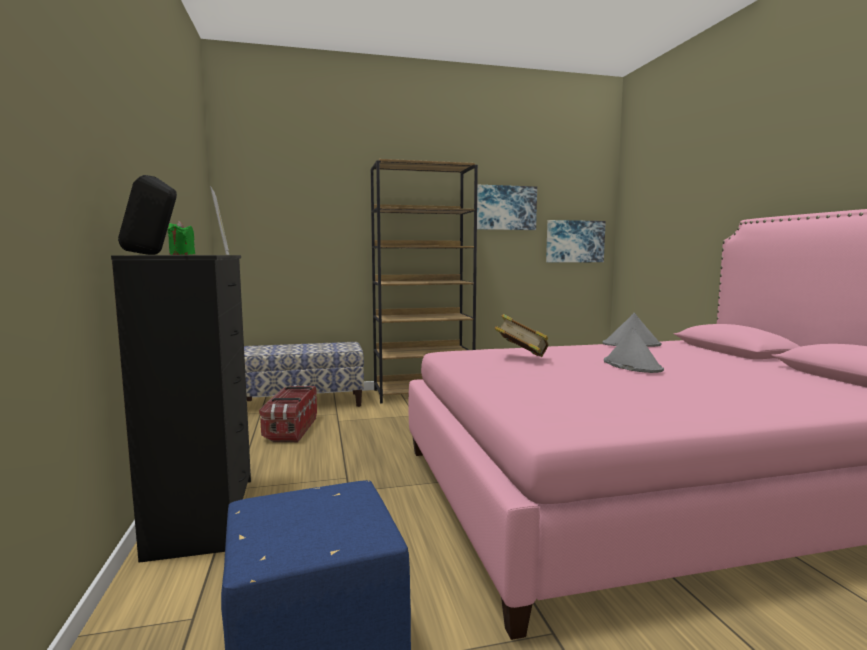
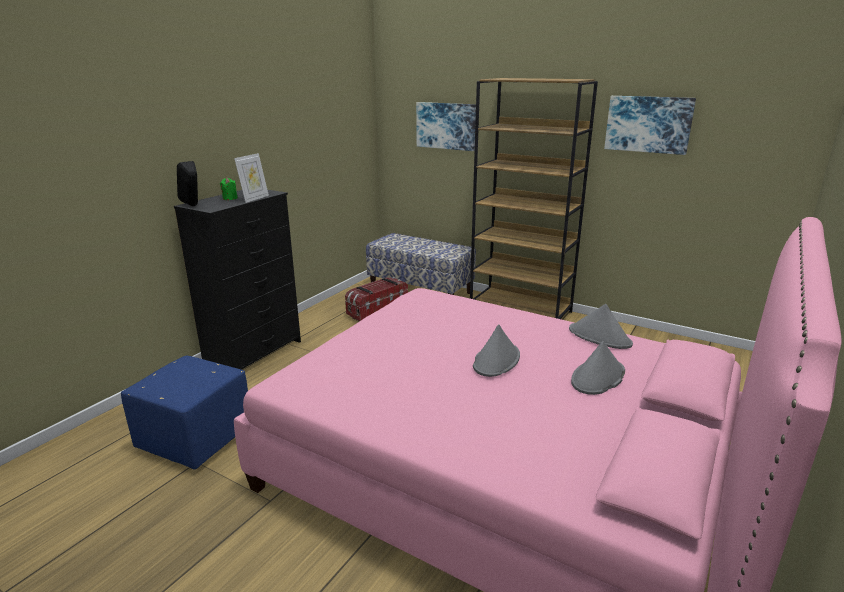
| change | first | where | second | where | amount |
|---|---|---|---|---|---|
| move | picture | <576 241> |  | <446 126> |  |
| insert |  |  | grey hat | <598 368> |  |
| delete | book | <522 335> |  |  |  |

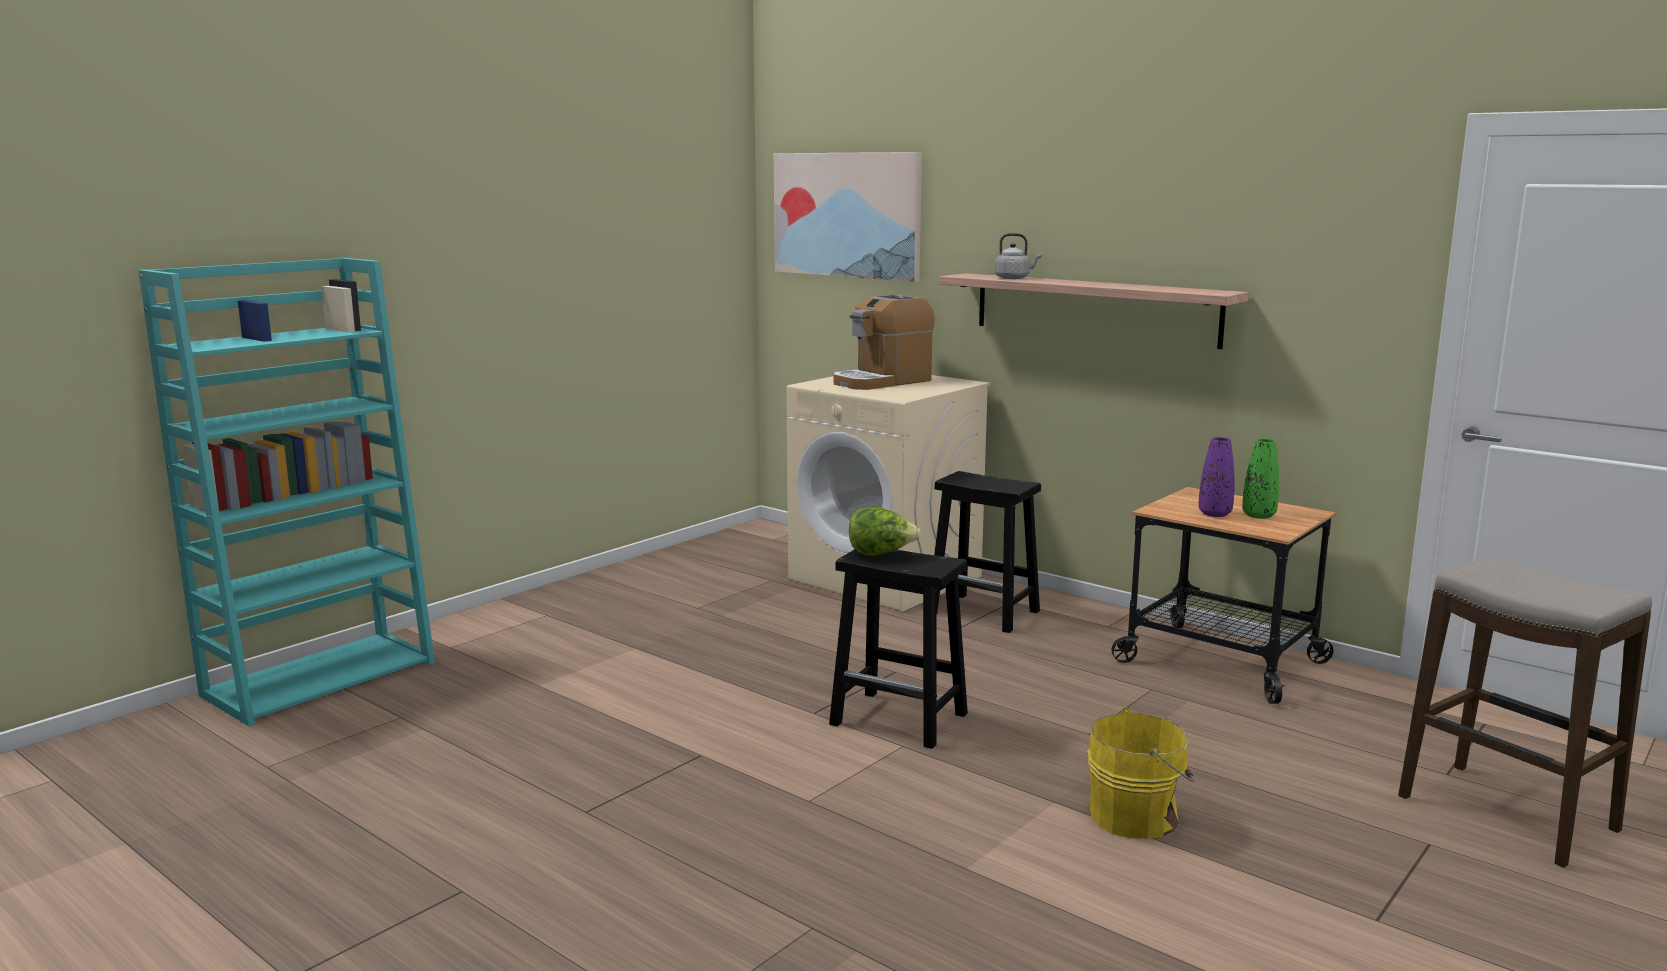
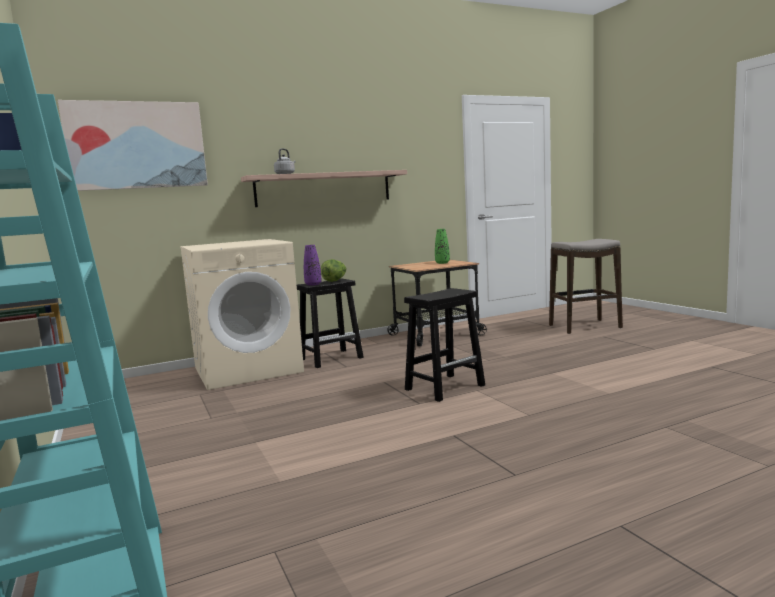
| change | first | where | second | where | amount |
|---|---|---|---|---|---|
| move | purple vase | <1216 477> |  | <313 265> |  |
| move | lettuce | <885 531> |  | <334 270> |  |
| delete | coffee machine | <884 342> |  |  |  |
| delete | yellow bucket | <1141 773> |  |  |  |

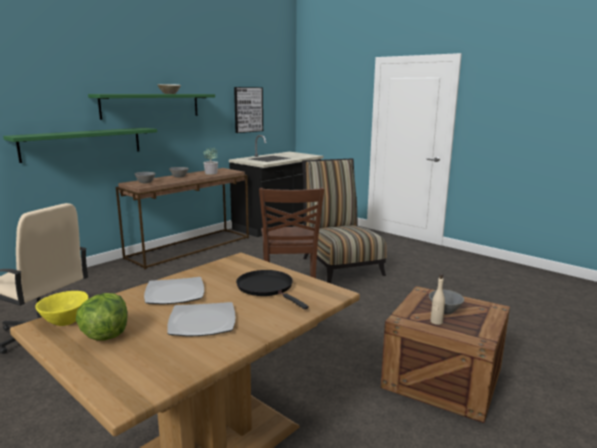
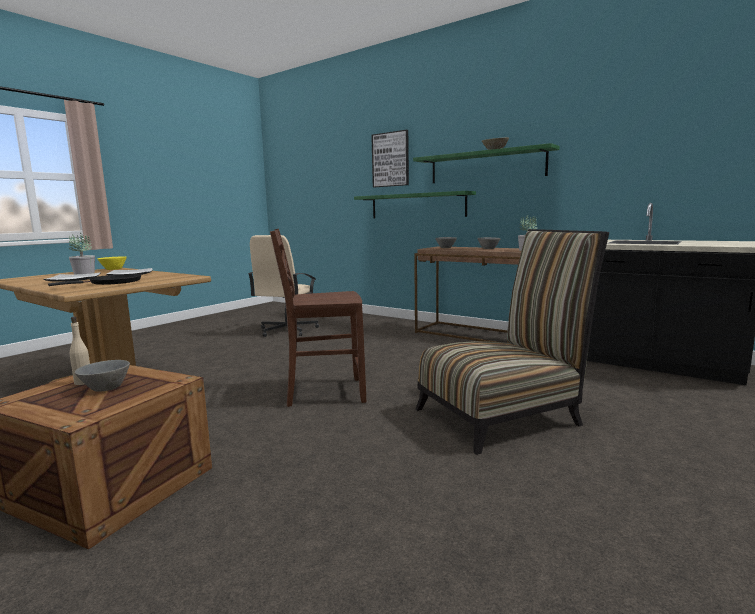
| change | first | where | second | where | amount |
|---|---|---|---|---|---|
| replace | lettuce | <101 317> | potted plant | <82 253> |  |
| move | picture | <248 110> |  | <390 158> |  |

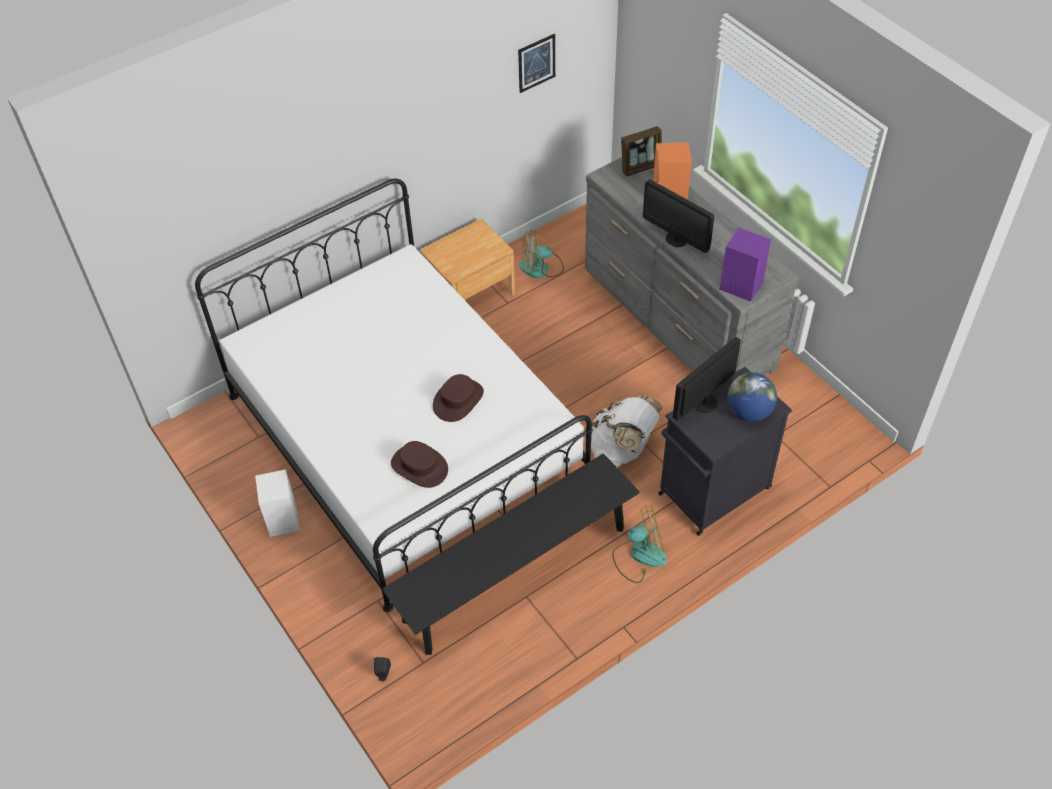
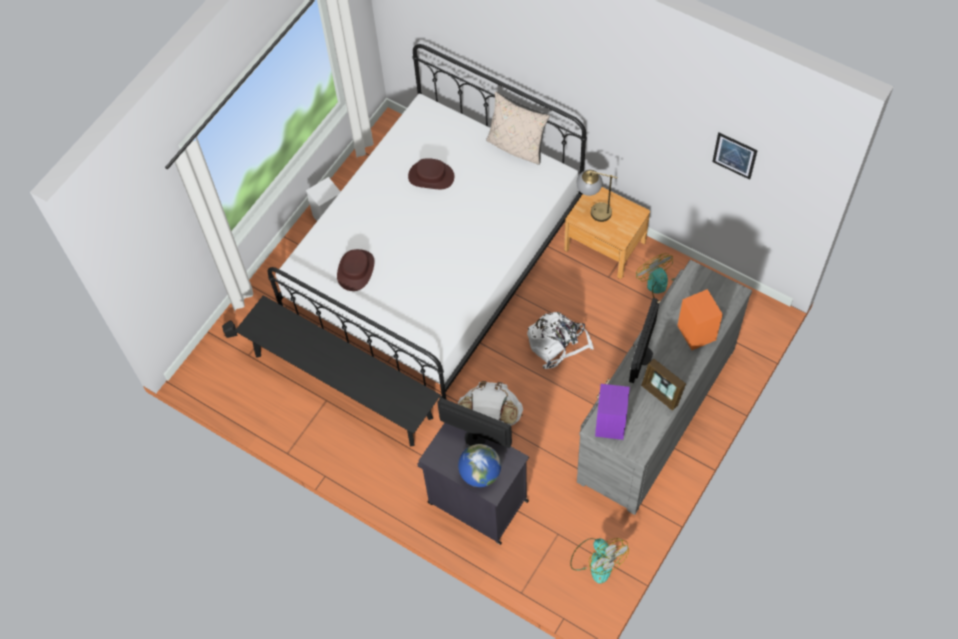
| change | first | where | second | where | amount |
|---|---|---|---|---|---|
| move | brown hat | <458 398> |  | <431 173> |  |
| insert |  |  | beige pillow | <518 128> |  |
| insert |  |  | white backpack | <560 340> |  |
| move | fan | <639 543> |  | <599 561> |  |
| insert |  |  | table lamp | <597 196> |  |
| move | picture frame | <641 151> |  | <663 384> |  |

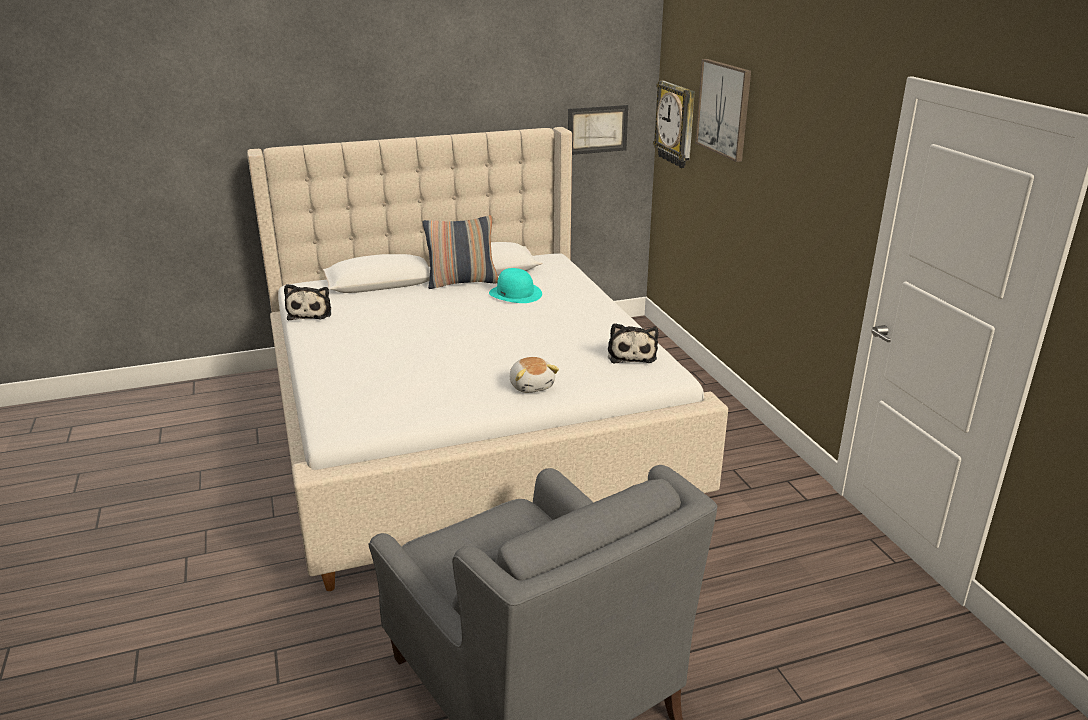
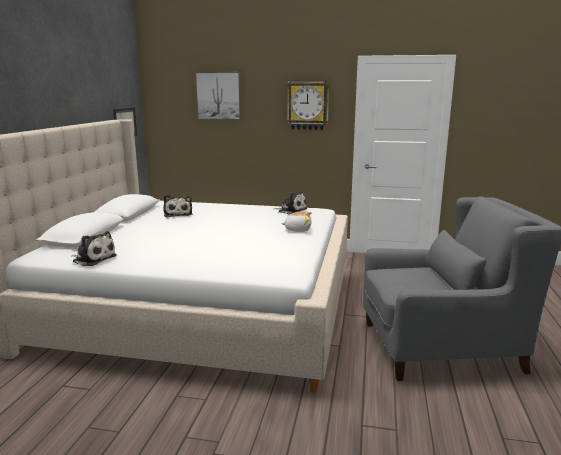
| change | first | where | second | where | amount |
|---|---|---|---|---|---|
| replace | turquoise hat | <515 285> | plush toy | <177 206> |  |
| move | wall clock | <674 124> |  | <308 106> |  |
| delete | pillow | <460 252> |  |  |  |

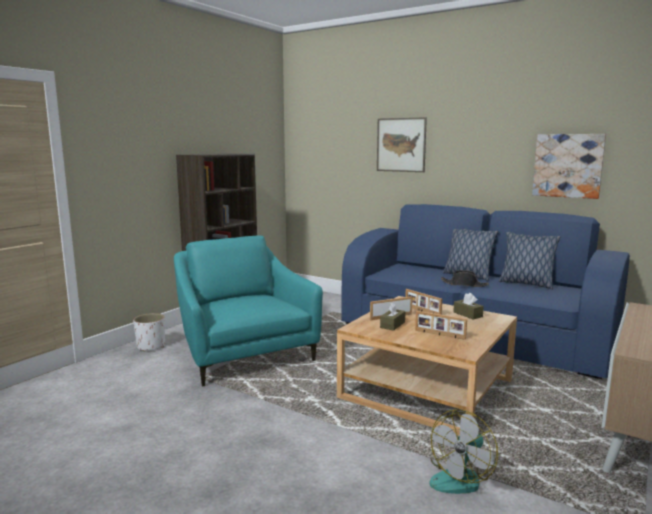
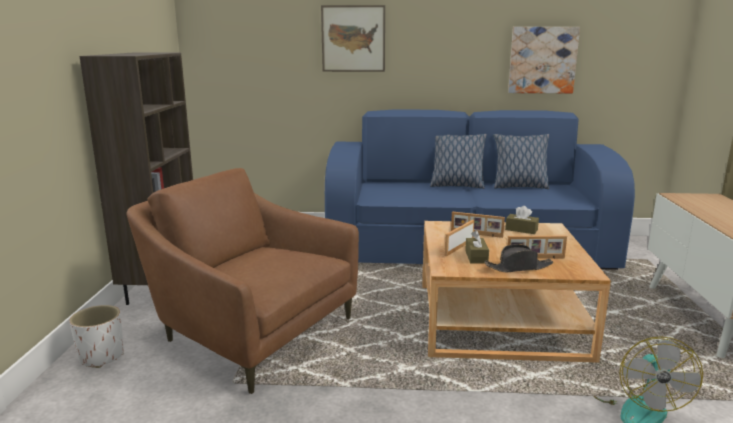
| change | first | where | second | where | amount |
|---|---|---|---|---|---|
| recolor | turquoise armchair | <248 311> | brown armchair | <243 281> |  |
| move | black hat | <465 278> |  | <519 258> |  |

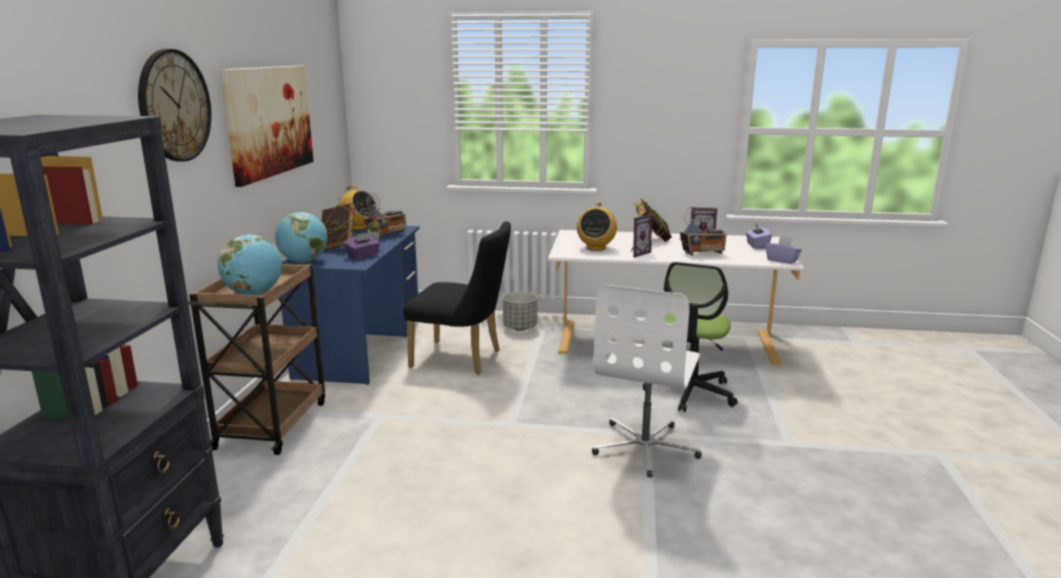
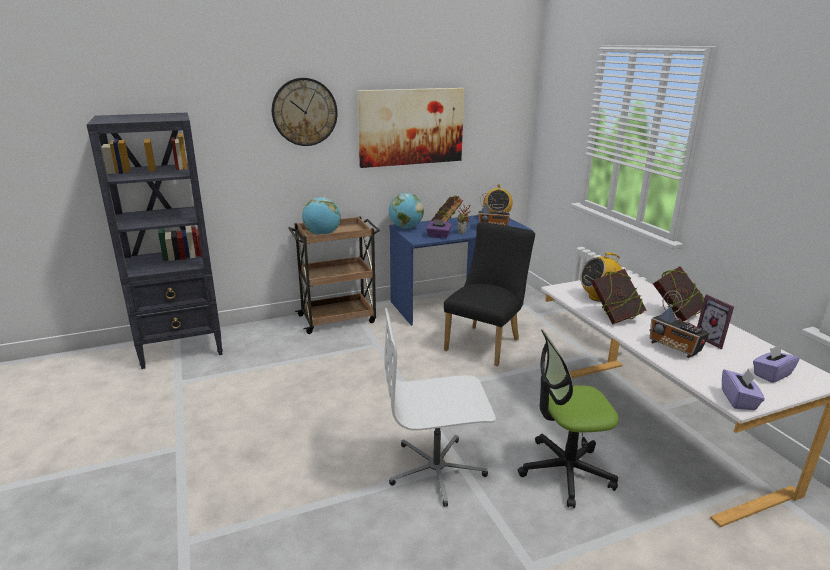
| change | first | where | second | where | amount |
|---|---|---|---|---|---|
| rotate | black chair | <457 298> |  | <489 294> | 135 degrees counterclockwise |
| replace | picture frame | <641 235> | book | <619 297> |  |
| delete | grey planter | <520 311> |  |  |  |

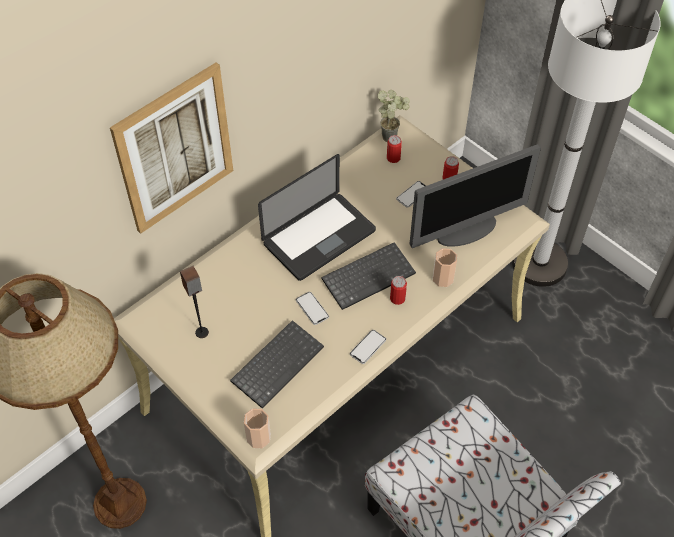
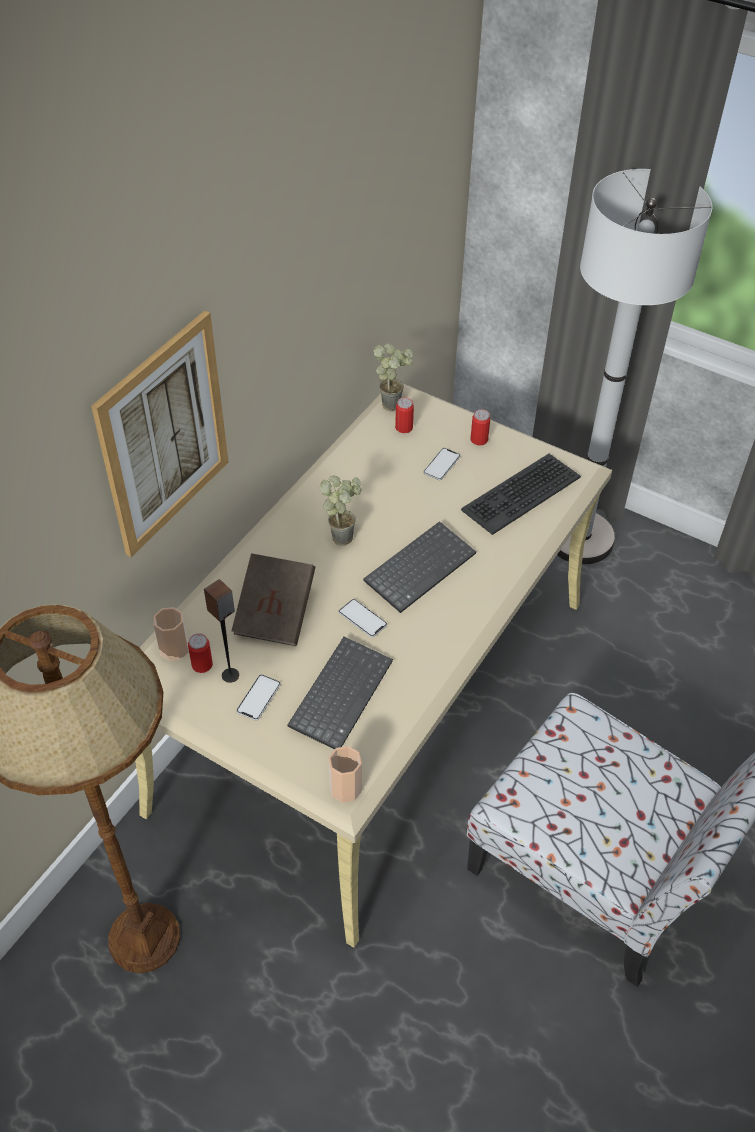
| change | first | where | second | where | amount |
|---|---|---|---|---|---|
| move | cup | <445 267> |  | <171 634> |  |
| move | can | <398 290> |  | <200 653> |  |
| insert |  |  | brown book | <273 599> |  |
| move | phone | <368 347> |  | <258 697> |  |
| replace | laptop | <317 217> | potted plant | <340 510> |  |
| replace | monitor | <475 196> | keyboard | <521 494> |  |

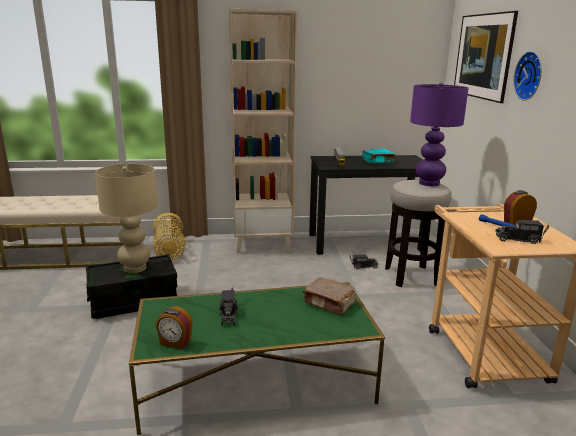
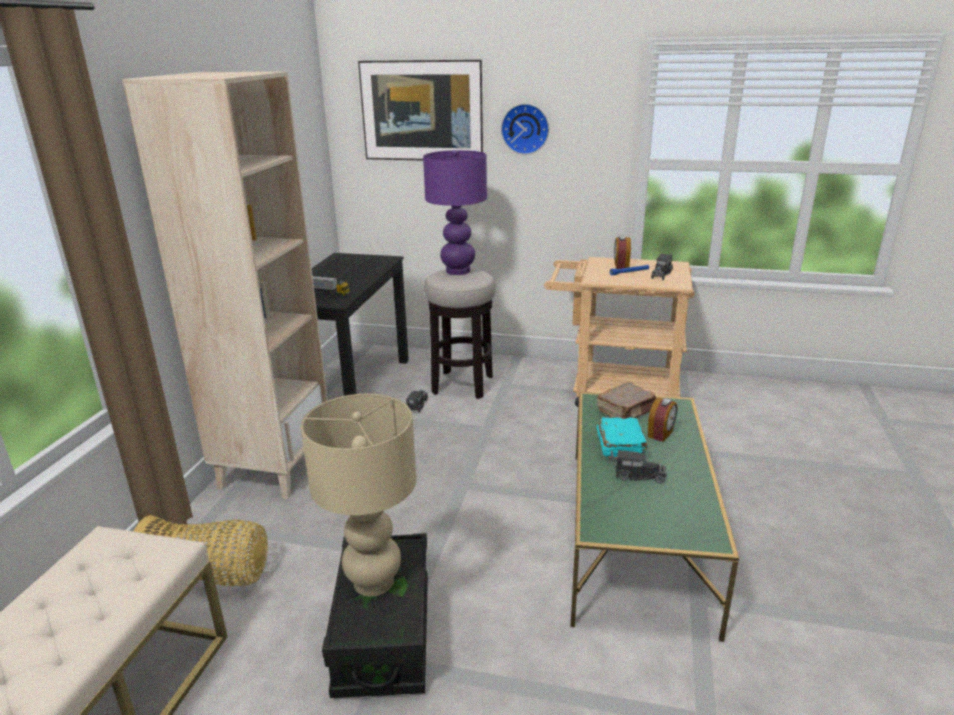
| change | first | where | second | where | amount |
|---|---|---|---|---|---|
| move | turquoise book | <378 156> |  | <622 438> |  |
| move | alarm clock | <174 328> |  | <662 419> |  |

